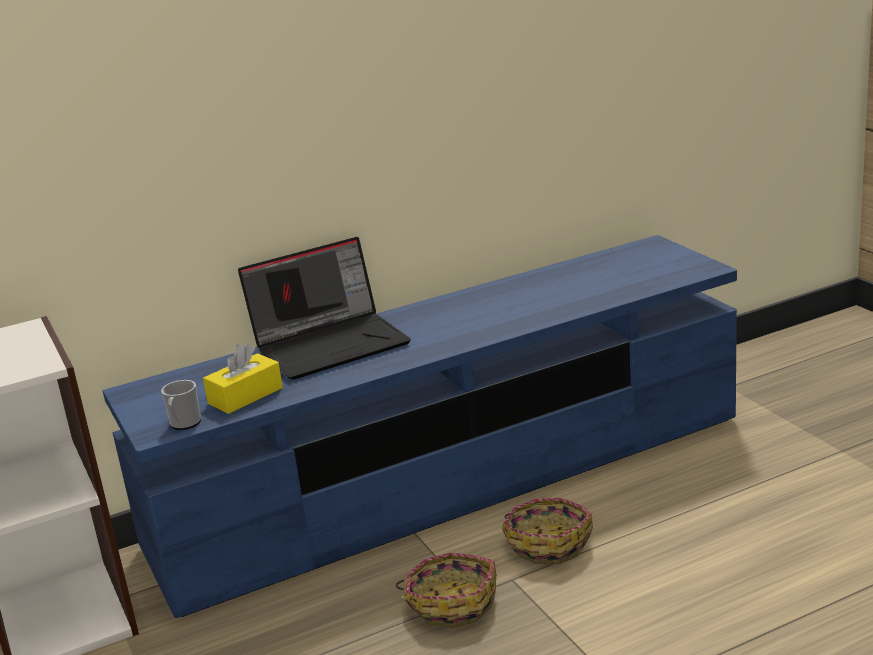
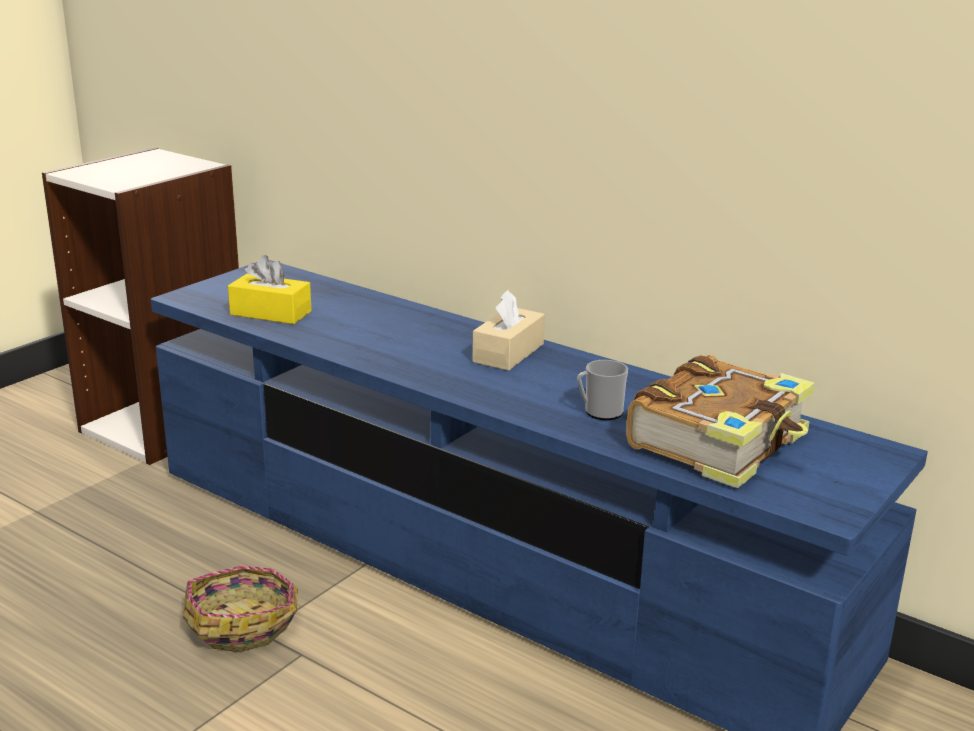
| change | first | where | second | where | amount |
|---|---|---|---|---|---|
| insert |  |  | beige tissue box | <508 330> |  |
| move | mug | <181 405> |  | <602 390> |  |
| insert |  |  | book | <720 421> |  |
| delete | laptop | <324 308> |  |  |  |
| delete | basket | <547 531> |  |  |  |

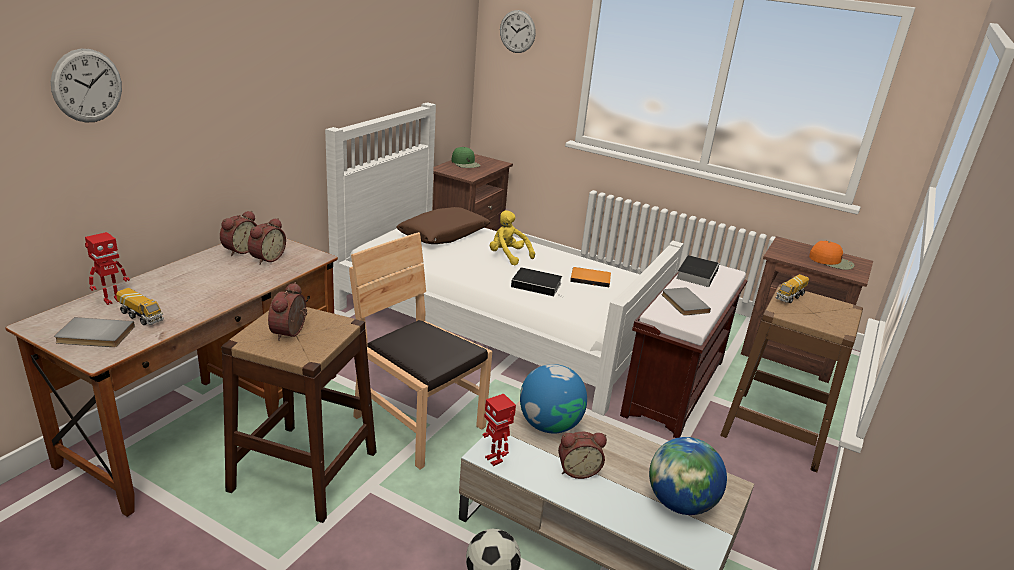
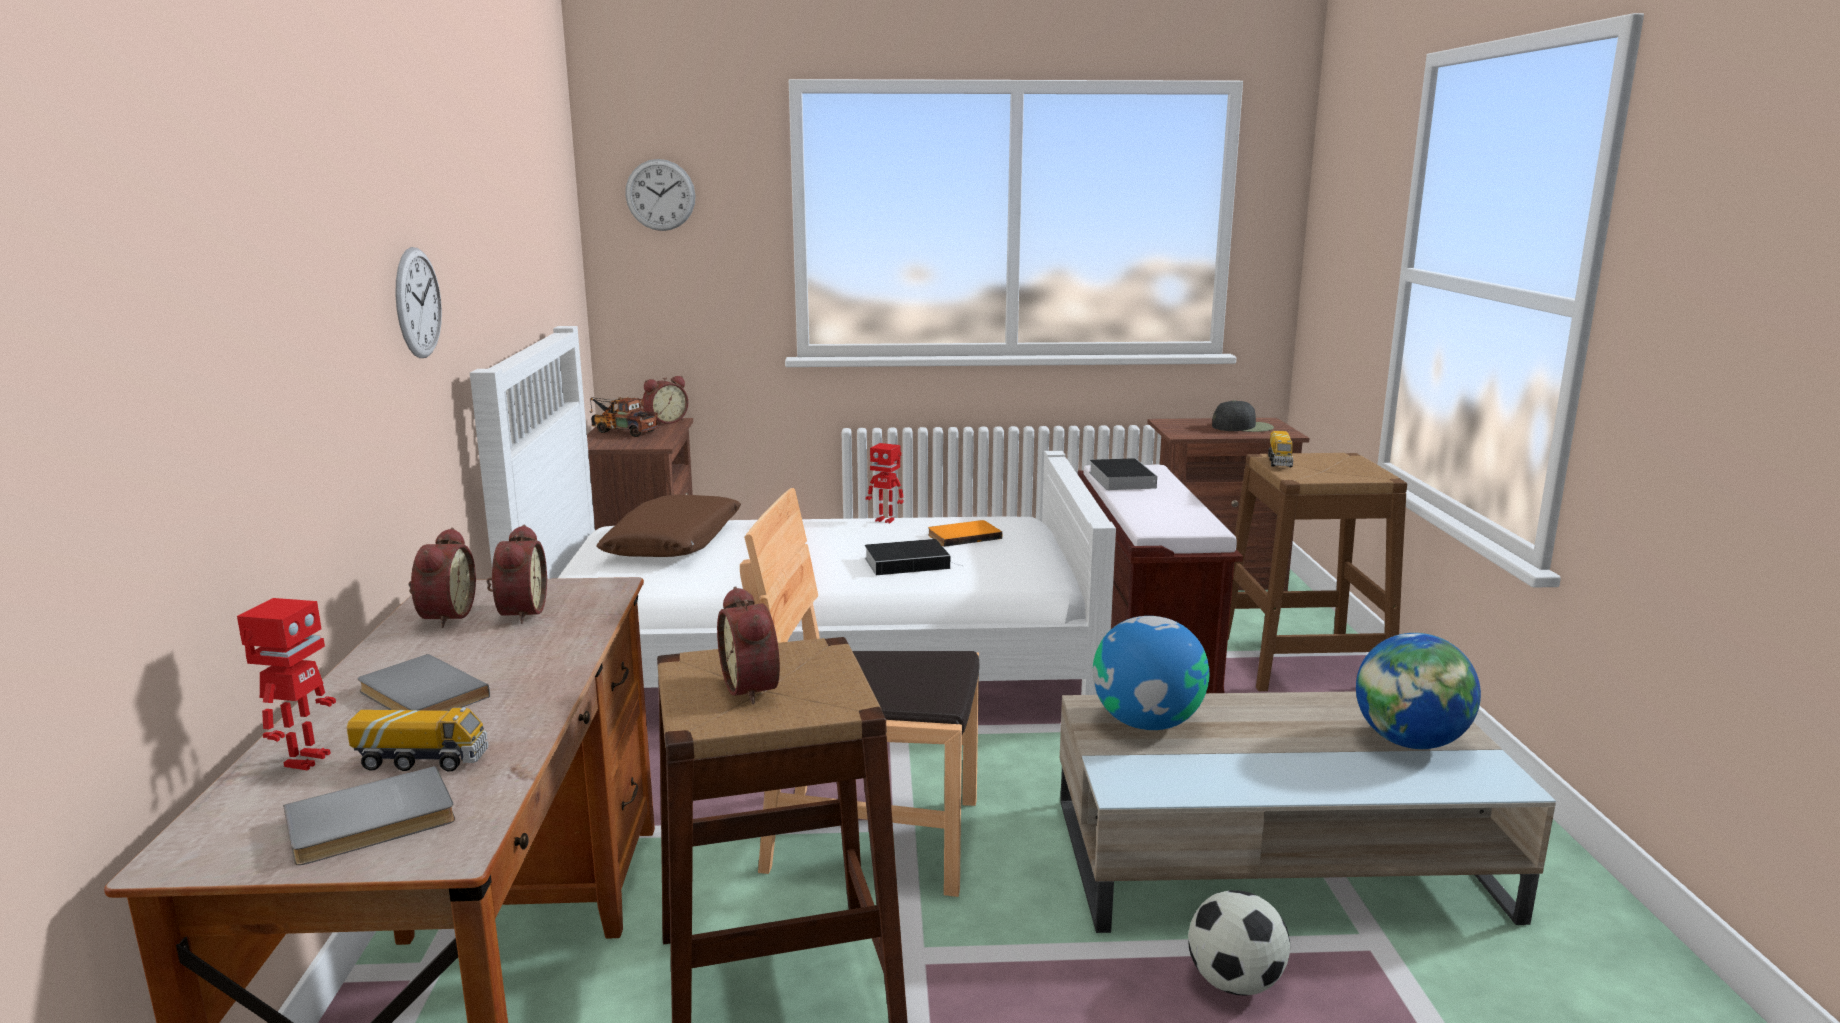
| change | first | where | second | where | amount |
|---|---|---|---|---|---|
| move | grey book | <686 301> |  | <424 682> |  |
| move | wall clock | <86 86> |  | <418 302> |  |
| replace | green cap | <466 157> | toy truck | <624 417> |  |
| move | alarm clock | <582 455> |  | <665 400> |  |
| move | toy robot | <499 430> |  | <885 483> |  |
| recolor | orange cap | <832 255> | black cap | <1243 416> |  |
| delete | yellow plush toy | <512 237> |  |  |  |

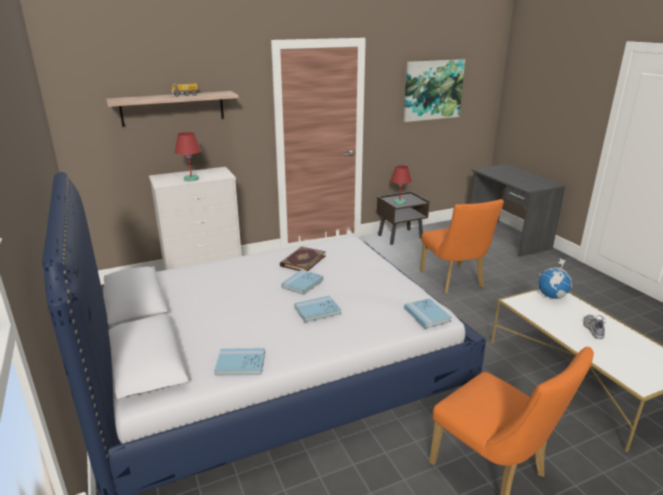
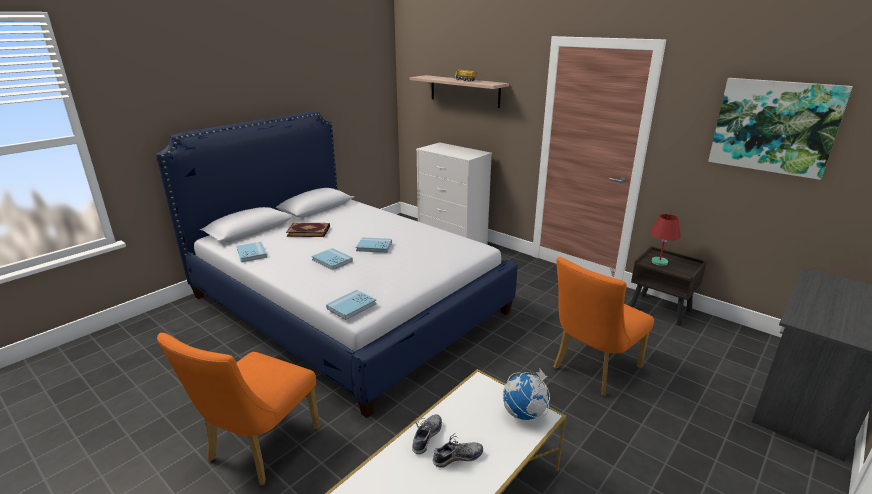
| change | first | where | second | where | amount |
|---|---|---|---|---|---|
| move | book | <303 258> |  | <308 229> |  |
| insert |  |  | shoe | <427 434> |  |
| delete | red table lamp | <188 156> |  |  |  |

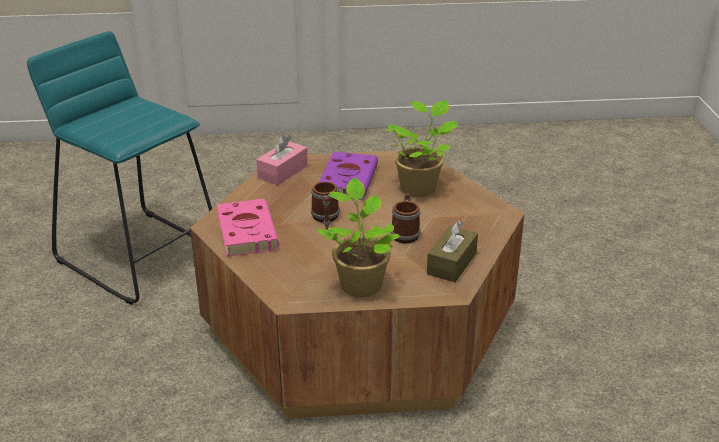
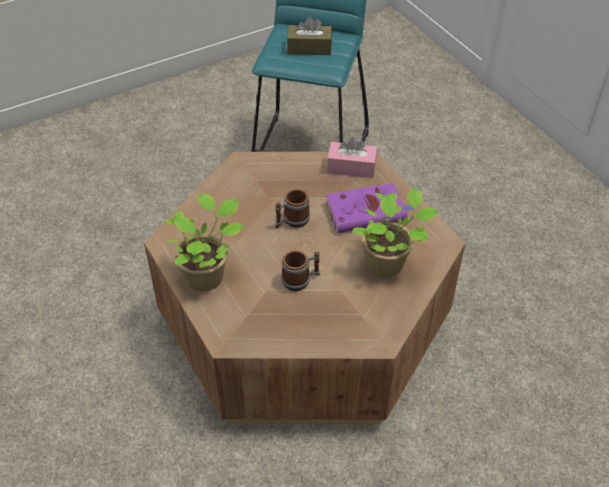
| change | first | where | second | where | amount |
|---|---|---|---|---|---|
| move | brown tissue box | <452 251> |  | <309 35> |  |
| delete | pink book | <248 228> |  |  |  |

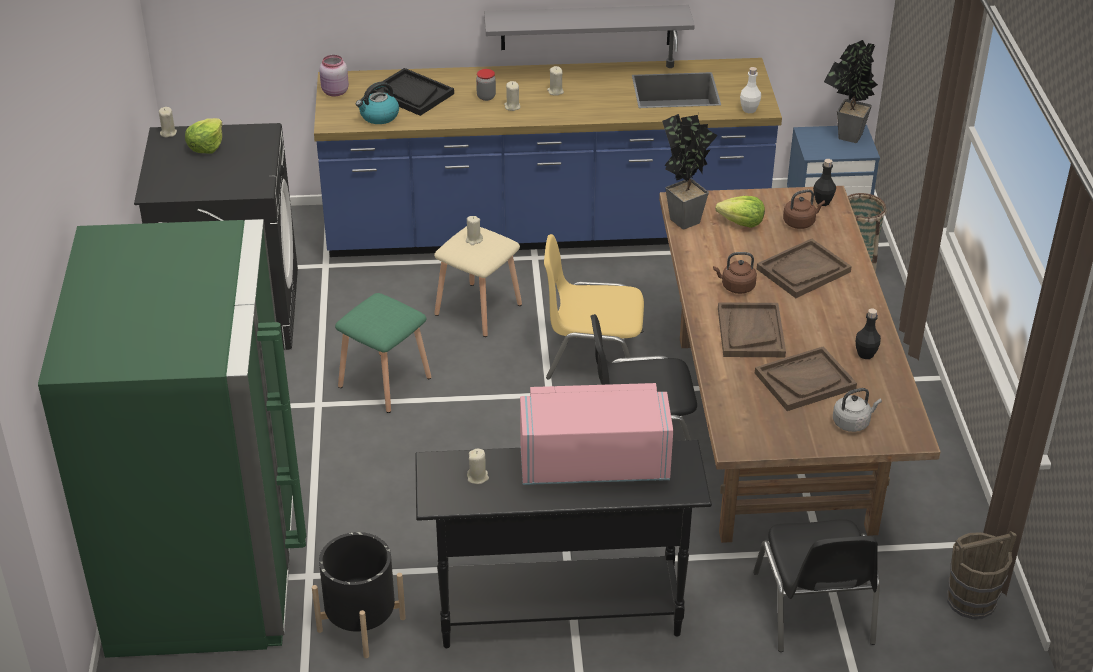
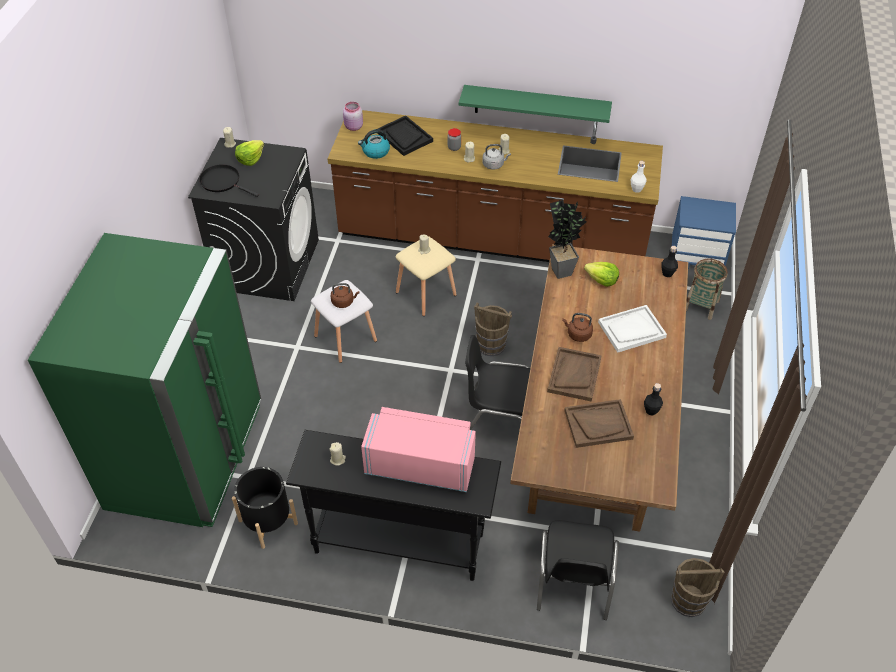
| change | first | where | second | where | amount |
|---|---|---|---|---|---|
| insert |  |  | black frying pan | <229 180> |  |
| recolor | green stool | <383 353> | white stool | <344 321> |  |
| recolor | blue counter | <548 143> | brown counter | <495 186> |  |
| move | brown kettle | <804 209> |  | <345 295> |  |
| recolor | grey shelf | <589 27> | green shelf | <535 104> |  |
| replace | yellow chair | <594 307> | brown bucket | <493 329> |  |
| move | grey kettle | <857 410> |  | <496 157> |  |
| recolor | brown tray | <804 268> | white tray | <632 329> |  |
| delete | potted plant | <851 91> |  |  |  |

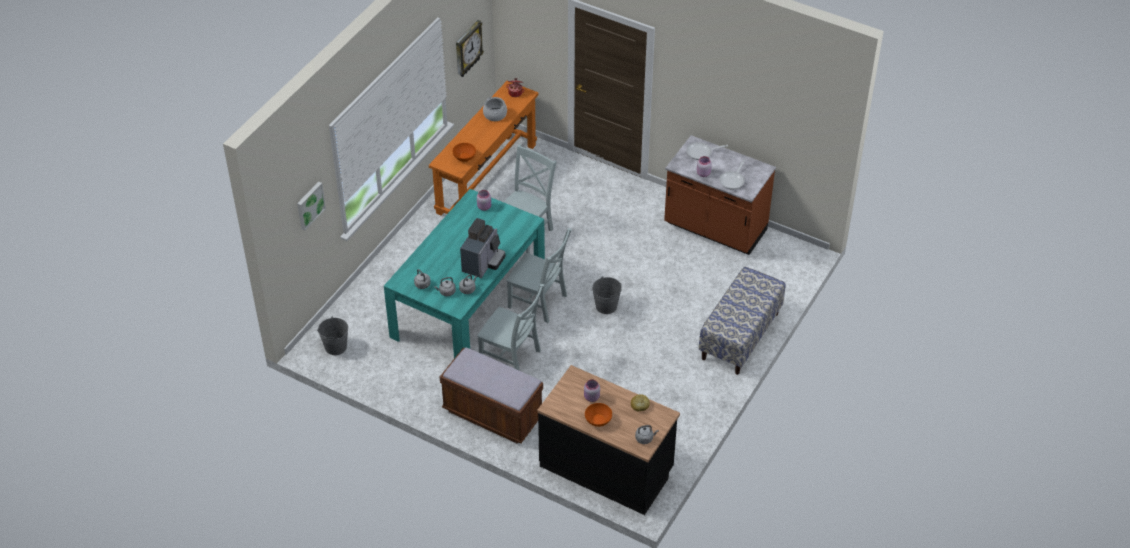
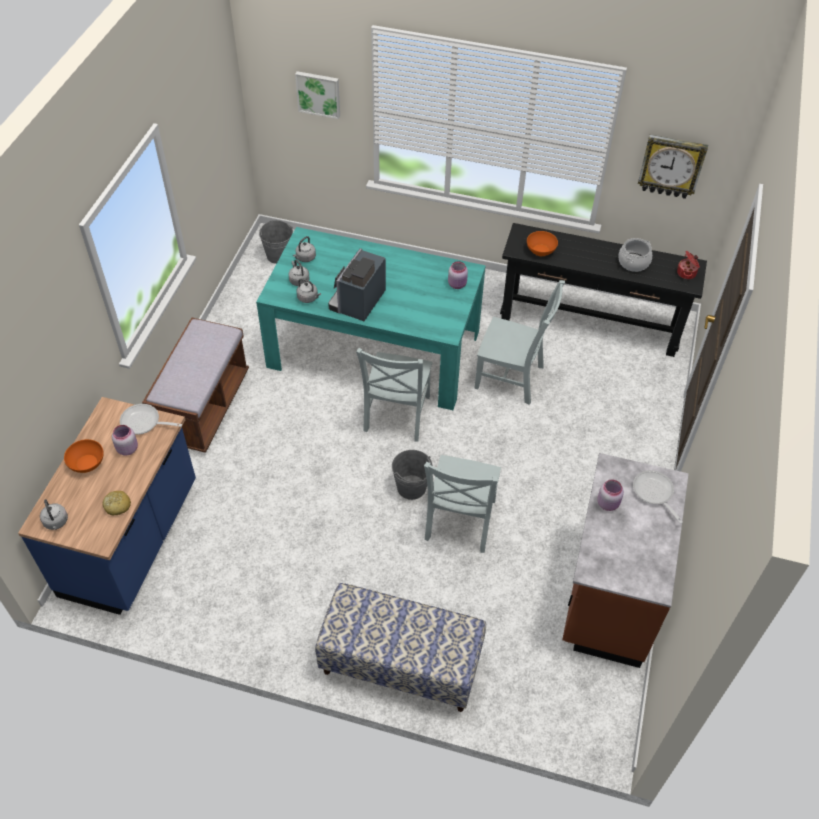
| change | first | where | second | where | amount |
|---|---|---|---|---|---|
| recolor | black counter | <608 440> | blue counter | <107 506> |  |
| move | frying pan | <732 175> |  | <151 419> |  |
| rotate | coffee machine | <482 248> |  | <357 284> | 105 degrees clockwise |
| move | grey chair | <511 327> |  | <462 504> |  |
| recolor | orange console table | <484 148> | black console table | <603 290> |  |

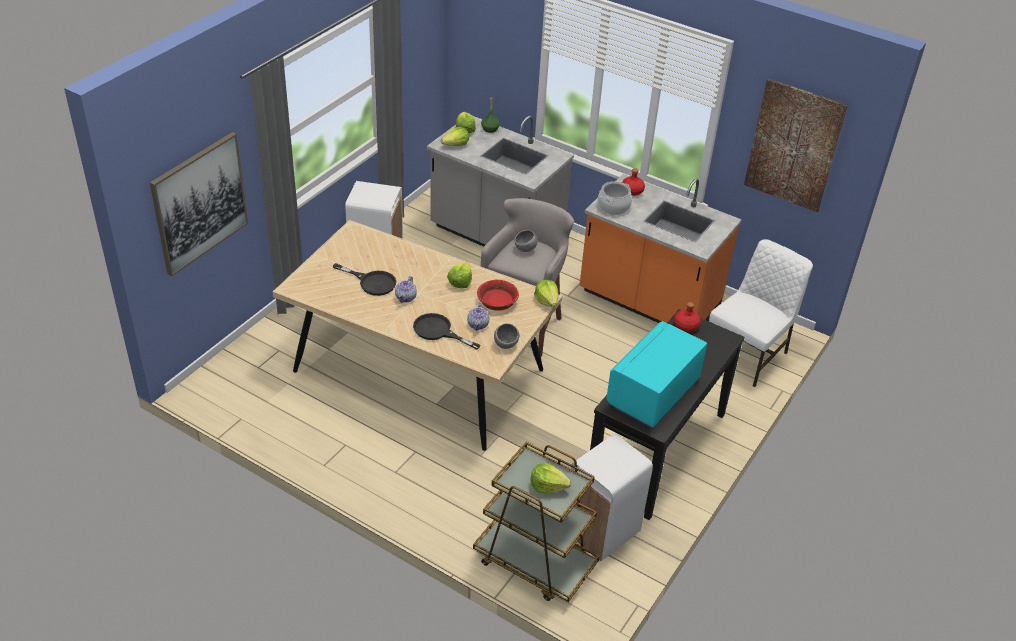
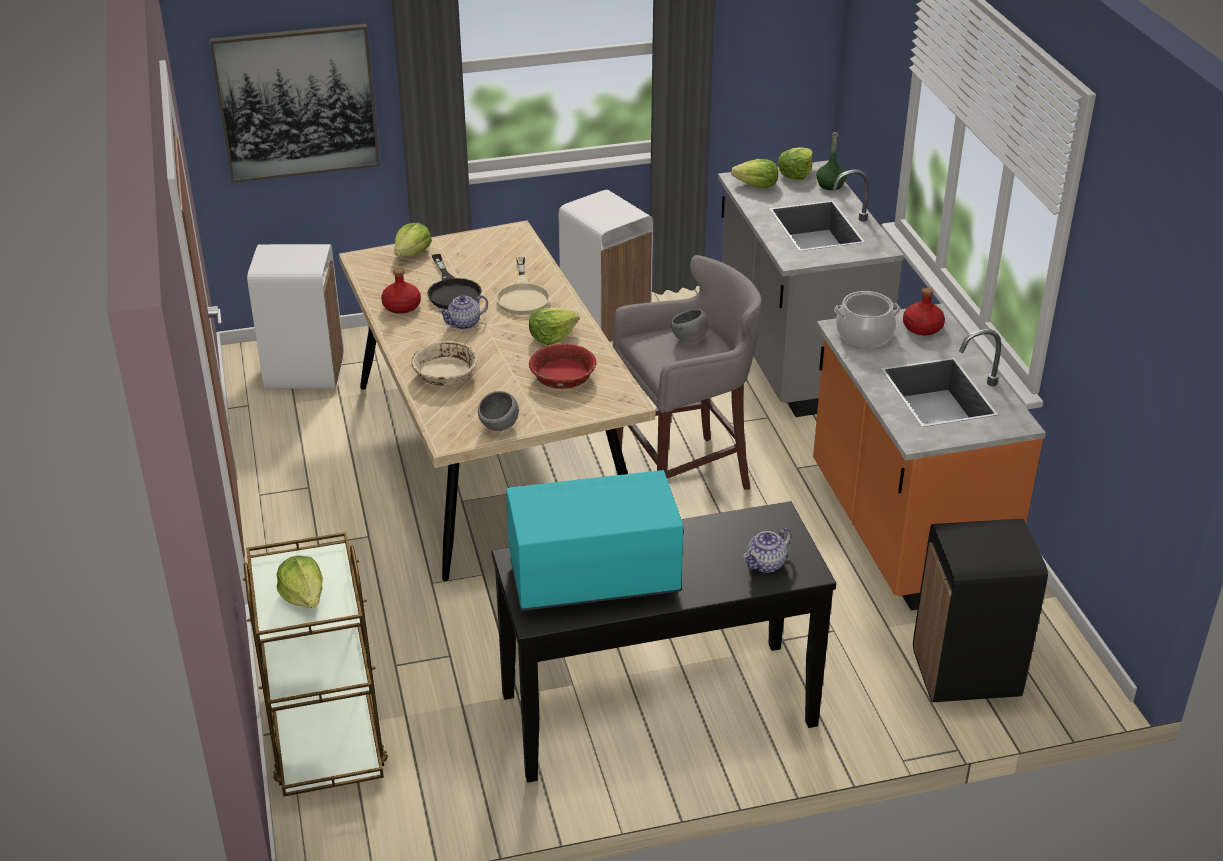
| change | first | where | second | where | amount |
|---|---|---|---|---|---|
| move | white trash can | <612 498> |  | <295 316> |  |
| move | red bottle | <687 317> |  | <401 291> |  |
| move | lettuce | <546 293> |  | <413 240> |  |
| replace | black frying pan | <447 331> | beige bowl | <444 363> |  |
| insert |  |  | beige frying pan | <523 286> |  |
| move | teapot | <478 316> |  | <767 550> |  |
| replace | white chair | <761 313> | black trash can | <980 610> |  |
| delete | picture | <796 145> |  |  |  |

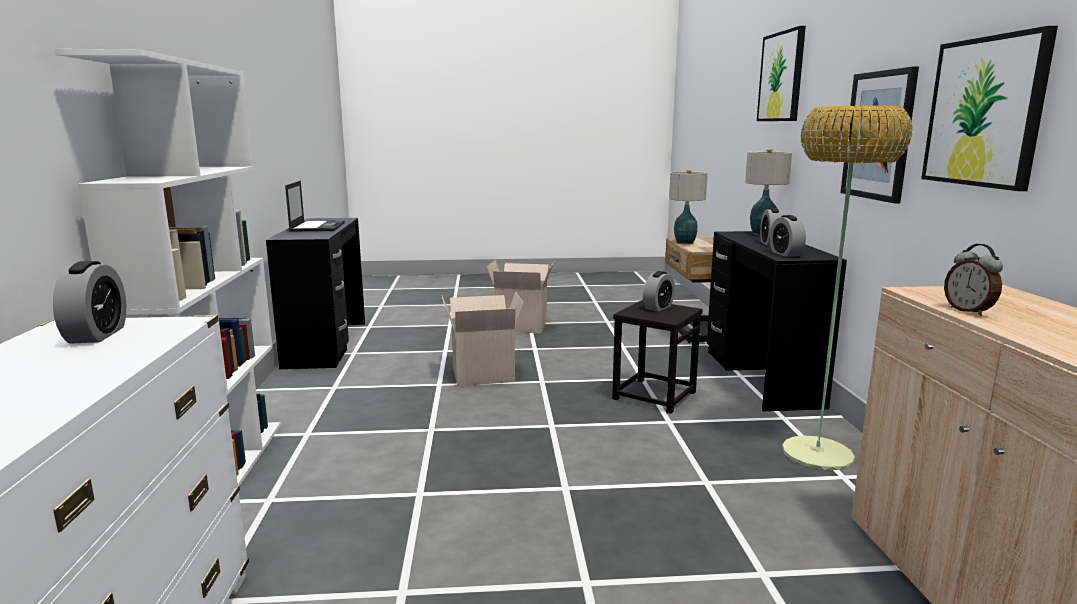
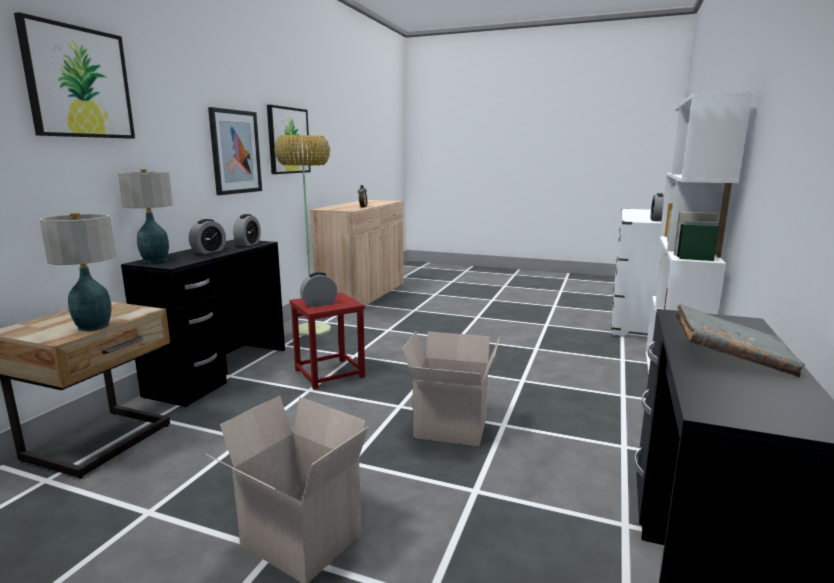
| change | first | where | second | where | amount |
|---|---|---|---|---|---|
| recolor | black stool | <657 357> | red stool | <327 340> |  |
| replace | laptop | <315 206> | grey book | <740 341> |  |

